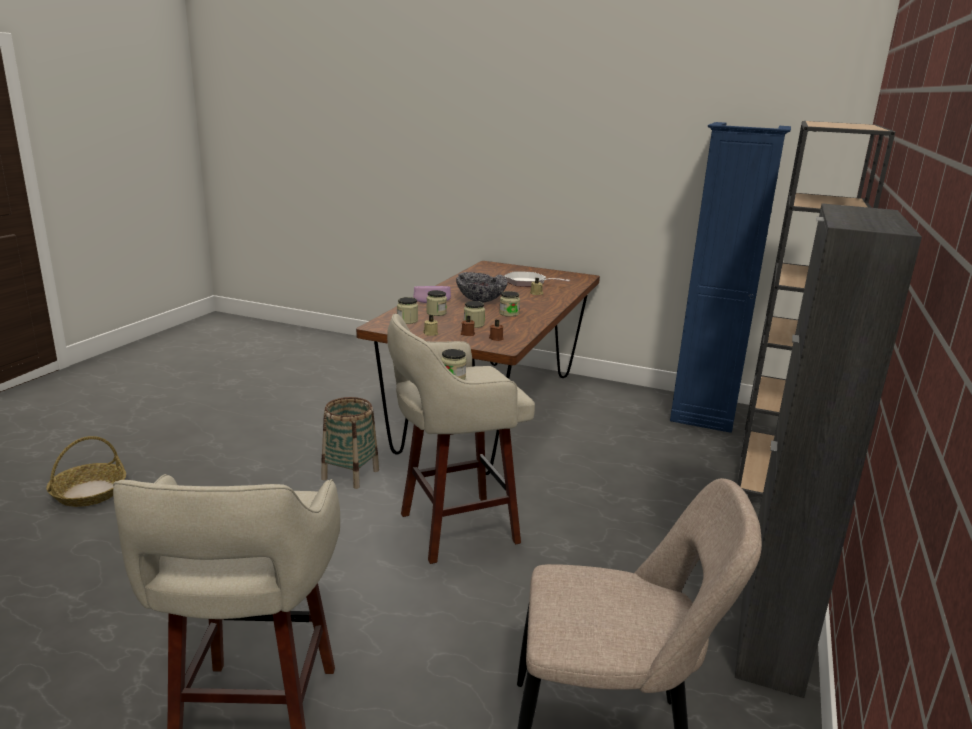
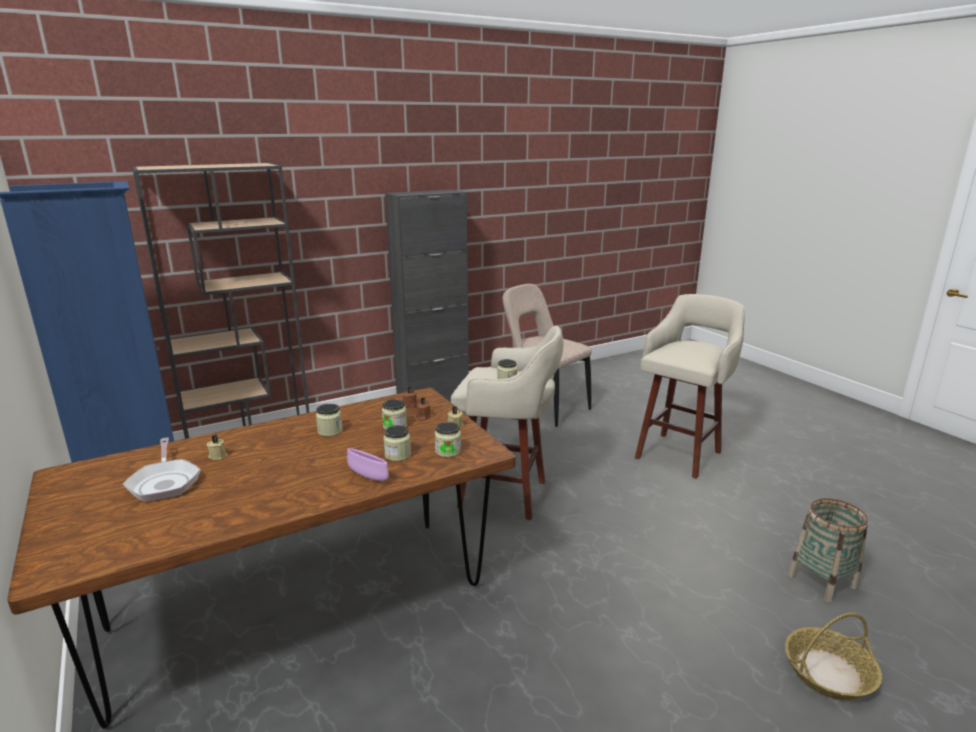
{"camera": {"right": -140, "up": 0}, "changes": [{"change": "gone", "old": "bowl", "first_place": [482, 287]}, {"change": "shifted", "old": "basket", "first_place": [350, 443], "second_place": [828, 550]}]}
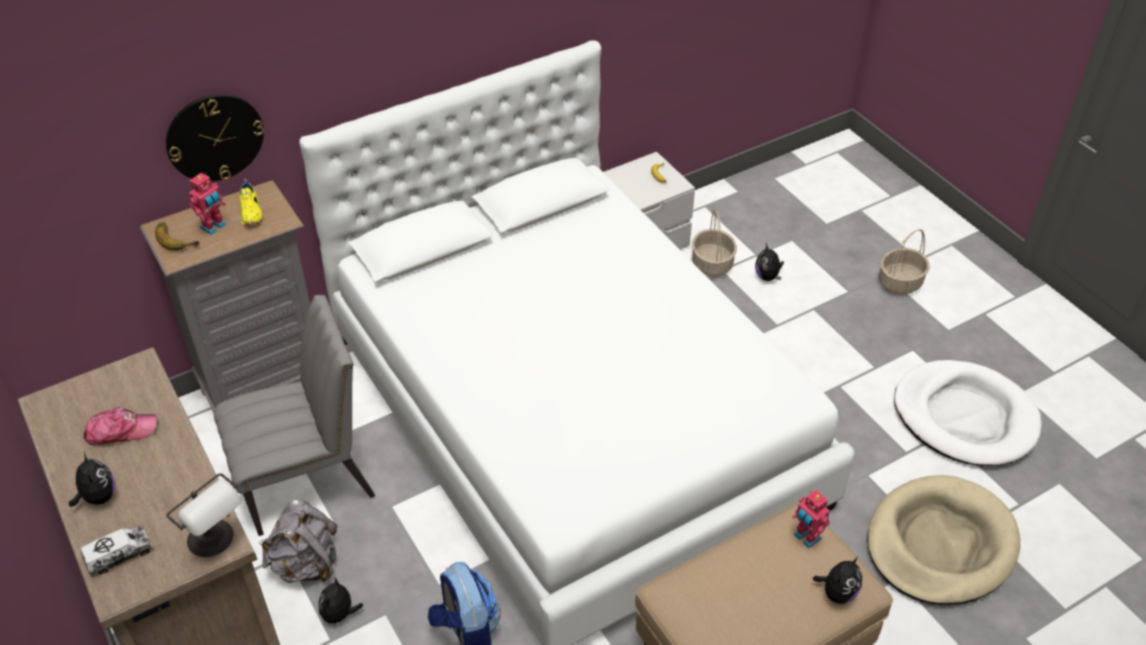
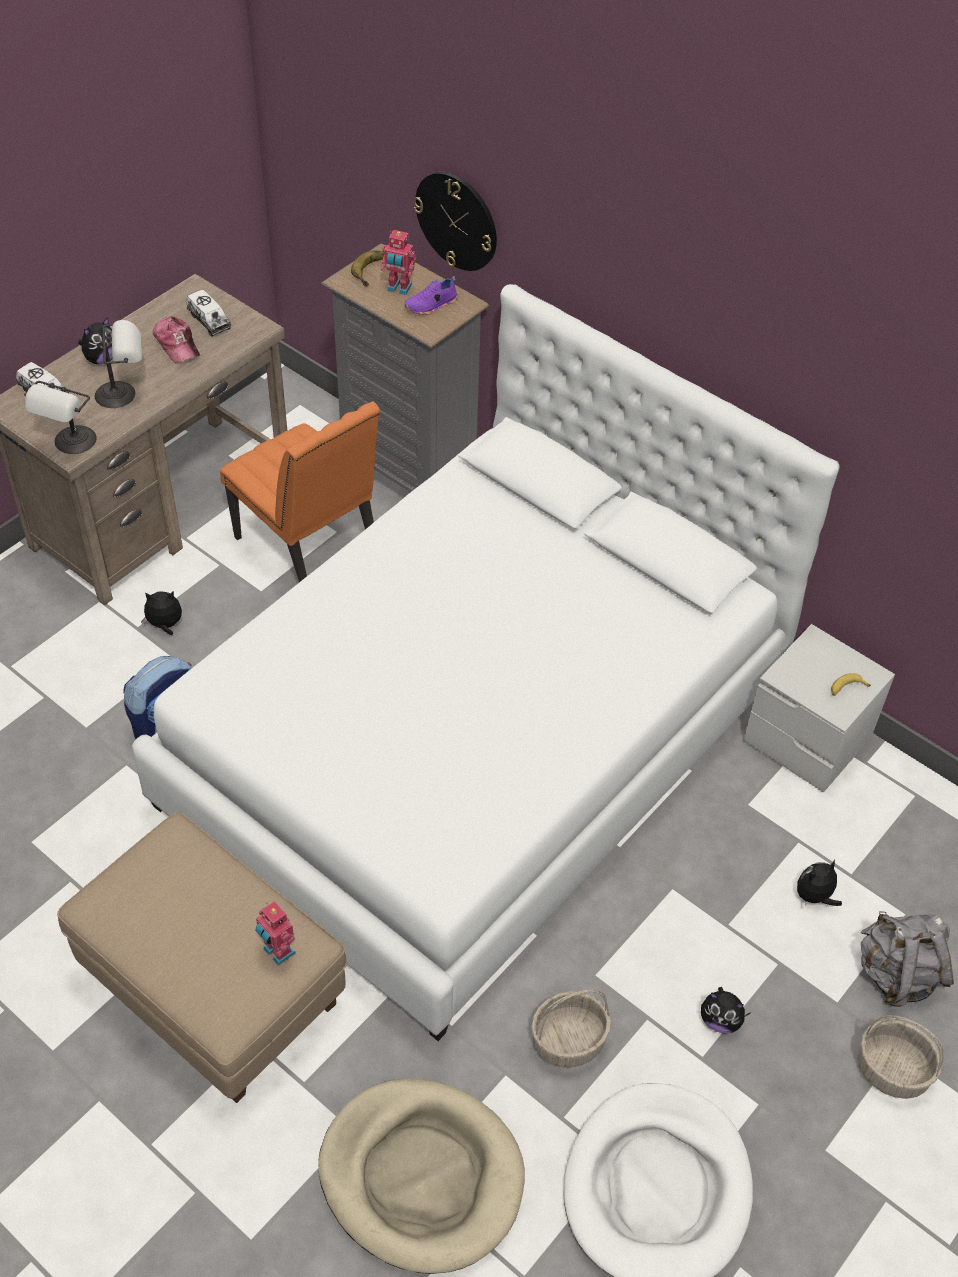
{"camera": {"right": 70, "up": 5}, "changes": [{"change": "repainted", "old": "shoe in yellow", "new": "shoe in purple", "first_place": [251, 202], "second_place": [431, 295]}, {"change": "shifted", "old": "basket", "first_place": [714, 242], "second_place": [571, 1028]}, {"change": "repainted", "old": "chair in grey", "new": "chair in orange", "first_place": [294, 415], "second_place": [300, 491]}, {"change": "rotated", "old": "toy robot", "first_place": [811, 519], "second_place": [275, 933], "degrees": -75}, {"change": "shifted", "old": "backpack in grey", "first_place": [298, 541], "second_place": [907, 959]}, {"change": "shifted", "old": "plush toy", "first_place": [837, 580], "second_place": [726, 1010]}, {"change": "new", "new": "toy truck", "second_place": [208, 313]}, {"change": "new", "new": "table lamp", "second_place": [118, 364]}]}
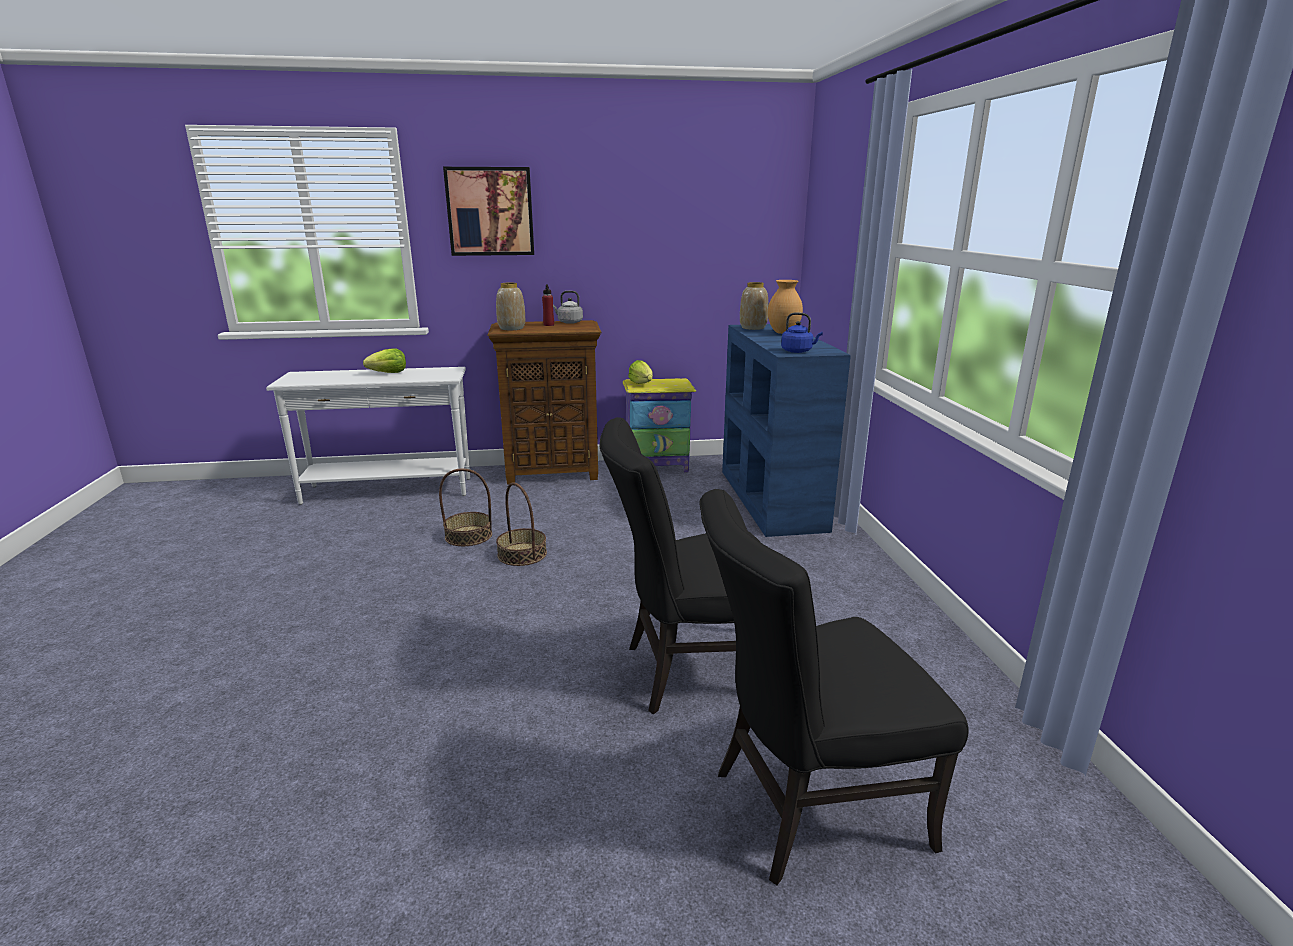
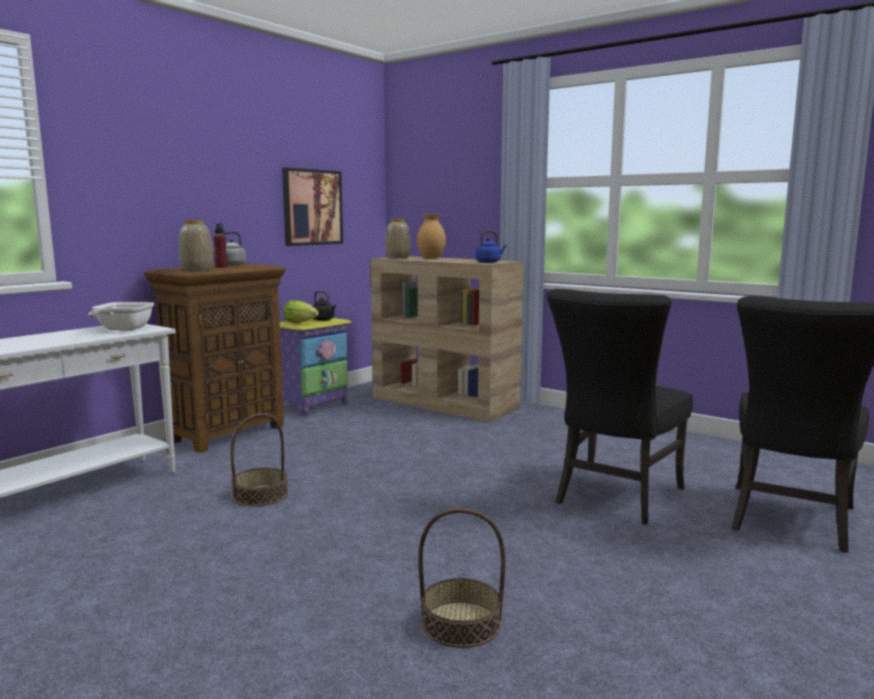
{"camera": {"right": -45, "up": -10}, "changes": [{"change": "shifted", "old": "picture", "first_place": [488, 211], "second_place": [312, 207]}, {"change": "repainted", "old": "bookcase in blue", "new": "bookcase in brown", "first_place": [786, 430], "second_place": [447, 339]}, {"change": "gone", "old": "lettuce", "first_place": [384, 361]}, {"change": "shifted", "old": "basket", "first_place": [521, 524], "second_place": [462, 578]}, {"change": "new", "new": "kettle in black", "second_place": [324, 306]}, {"change": "new", "new": "frying pan", "second_place": [121, 316]}]}
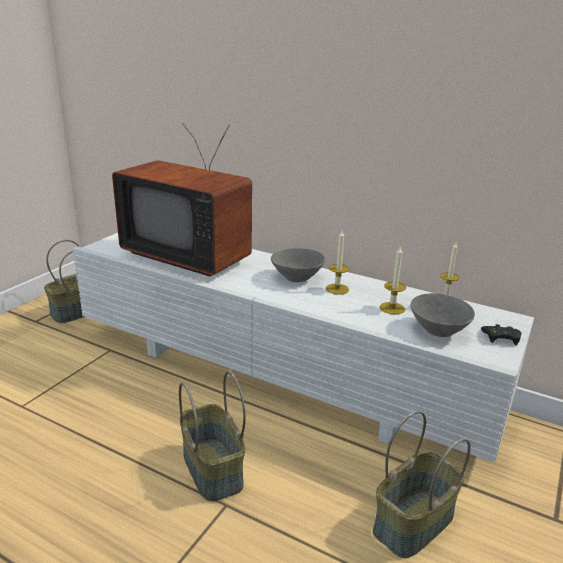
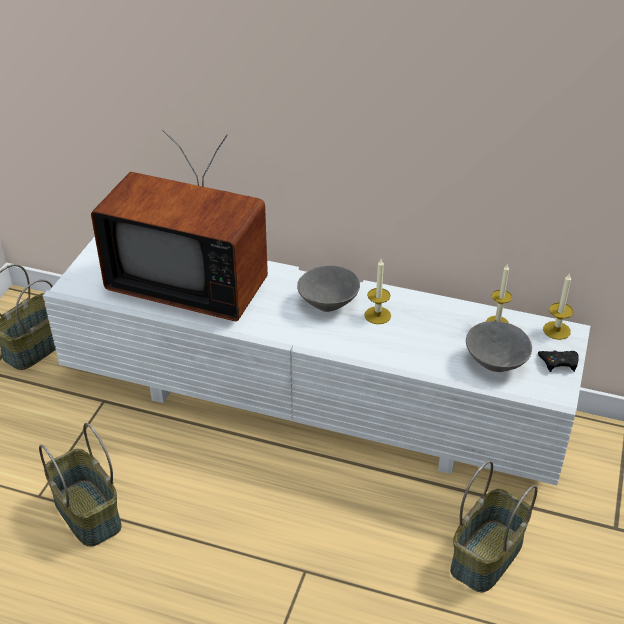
{"camera": {"right": -10, "up": 15}, "changes": [{"change": "shifted", "old": "candle", "first_place": [393, 280], "second_place": [558, 306]}, {"change": "shifted", "old": "basket", "first_place": [212, 436], "second_place": [80, 485]}]}
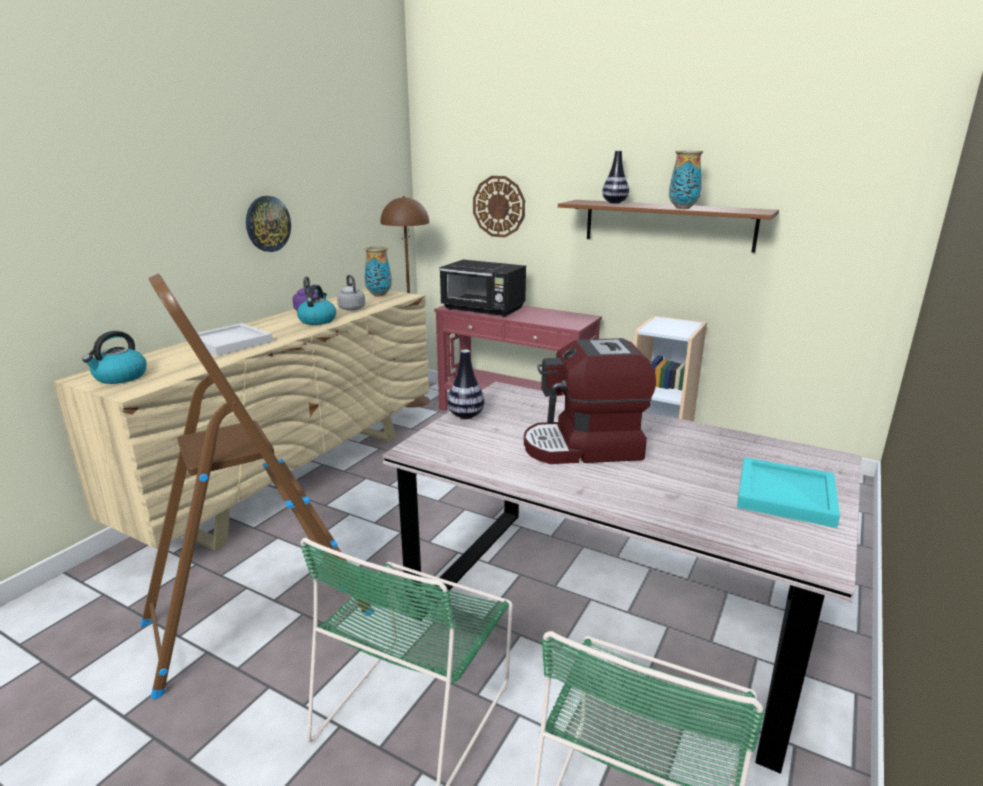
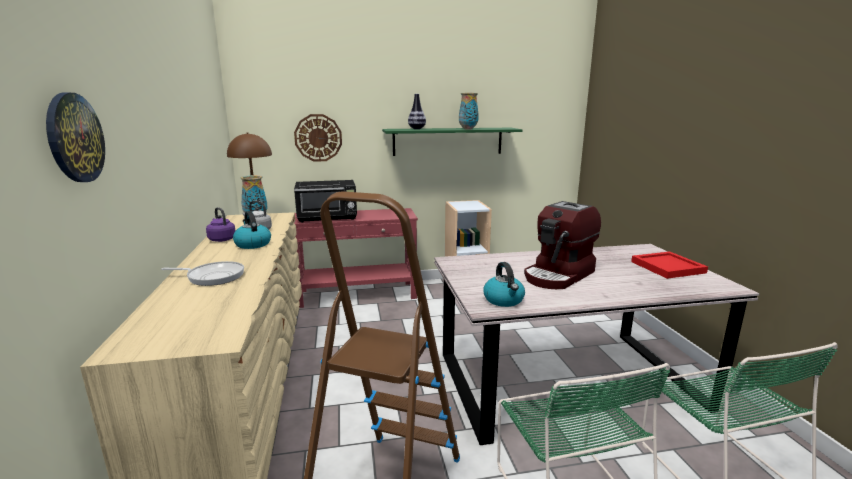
{"camera": {"right": -40, "up": -5}, "changes": [{"change": "shifted", "old": "wall clock", "first_place": [268, 224], "second_place": [75, 137]}, {"change": "repainted", "old": "shelf in brown", "new": "shelf in green", "first_place": [668, 226], "second_place": [452, 142]}, {"change": "swapped", "old": "tray in white", "new": "frying pan", "first_place": [235, 339], "second_place": [202, 273]}, {"change": "shifted", "old": "kettle", "first_place": [114, 357], "second_place": [504, 284]}, {"change": "gone", "old": "vase", "first_place": [466, 384]}, {"change": "repainted", "old": "tray in turquoise", "new": "tray in red", "first_place": [788, 492], "second_place": [669, 265]}]}
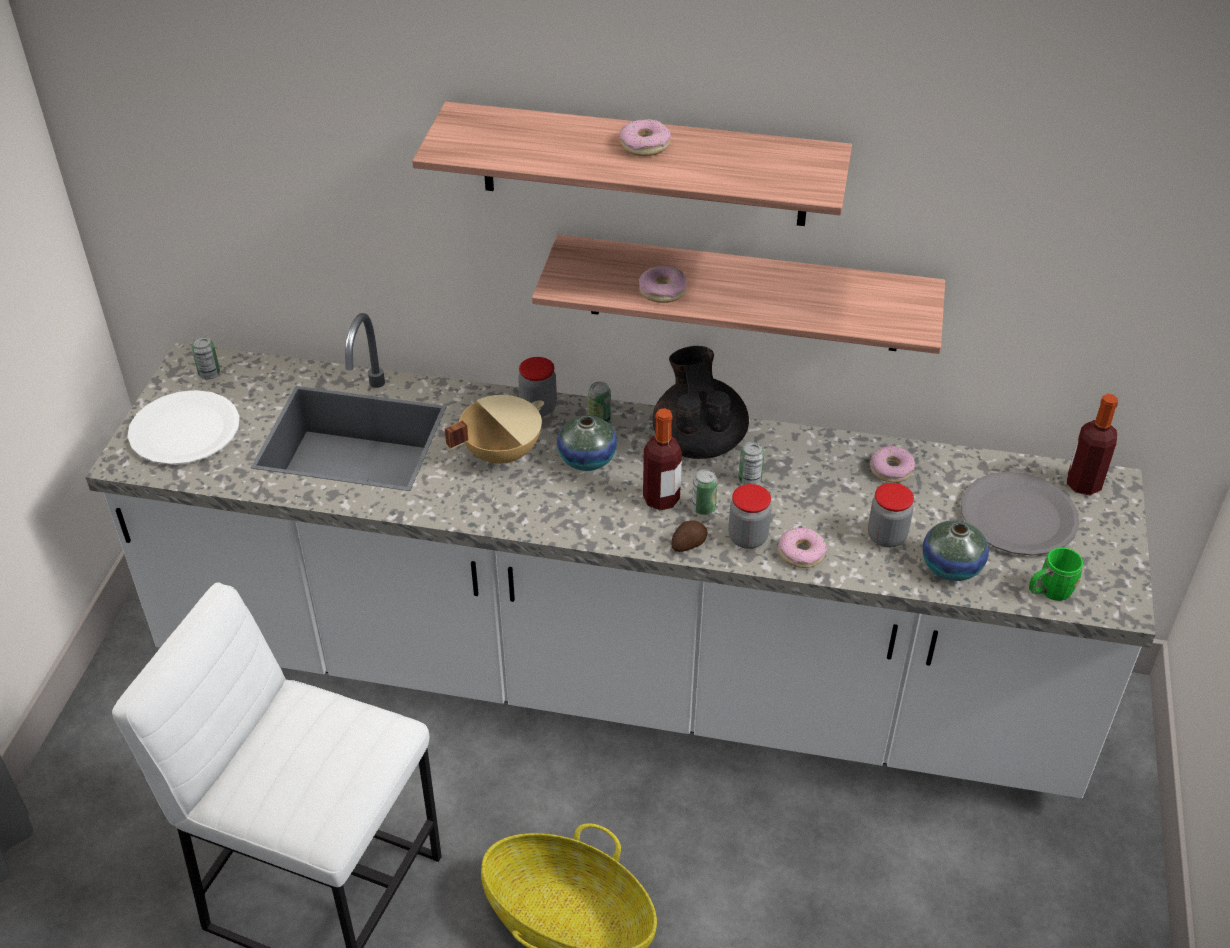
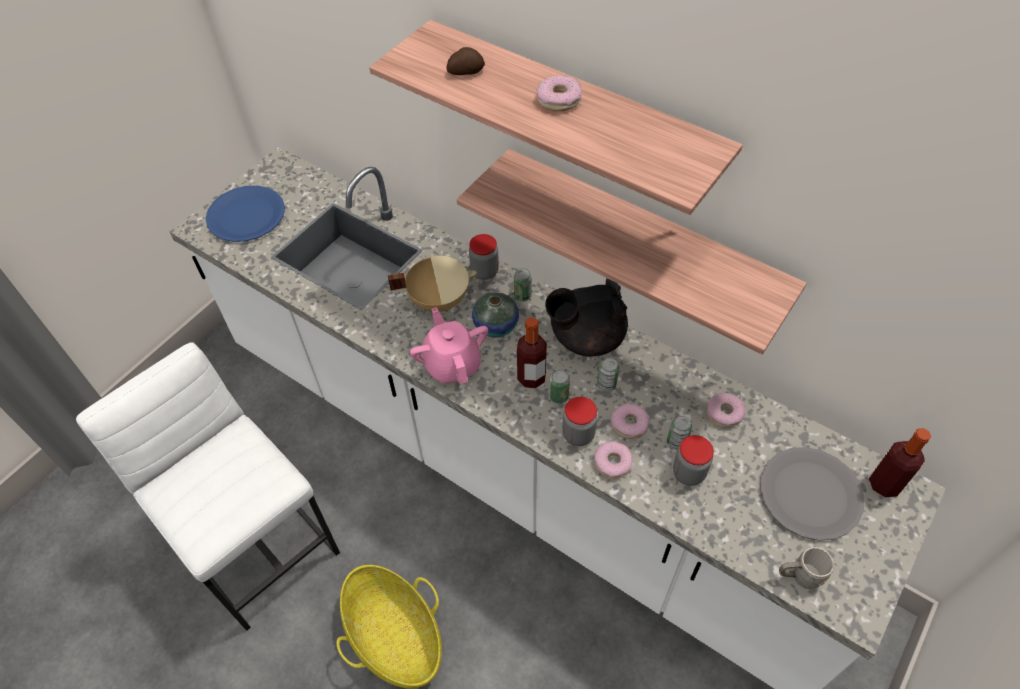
{"camera": {"right": 25, "up": 10}, "changes": [{"change": "shifted", "old": "donut", "first_place": [663, 284], "second_place": [630, 421]}, {"change": "shifted", "old": "can", "first_place": [205, 357], "second_place": [679, 433]}, {"change": "rotated", "old": "teapot in black", "first_place": [700, 402], "second_place": [586, 317], "degrees": -120}, {"change": "repainted", "old": "plate in white", "new": "plate in blue", "first_place": [183, 427], "second_place": [245, 213]}, {"change": "shifted", "old": "potato", "first_place": [690, 536], "second_place": [466, 61]}, {"change": "gone", "old": "vase", "first_place": [955, 550]}, {"change": "repainted", "old": "mug in green", "new": "mug in grey", "first_place": [1056, 574], "second_place": [806, 568]}, {"change": "new", "new": "teapot in pink", "second_place": [449, 345]}]}
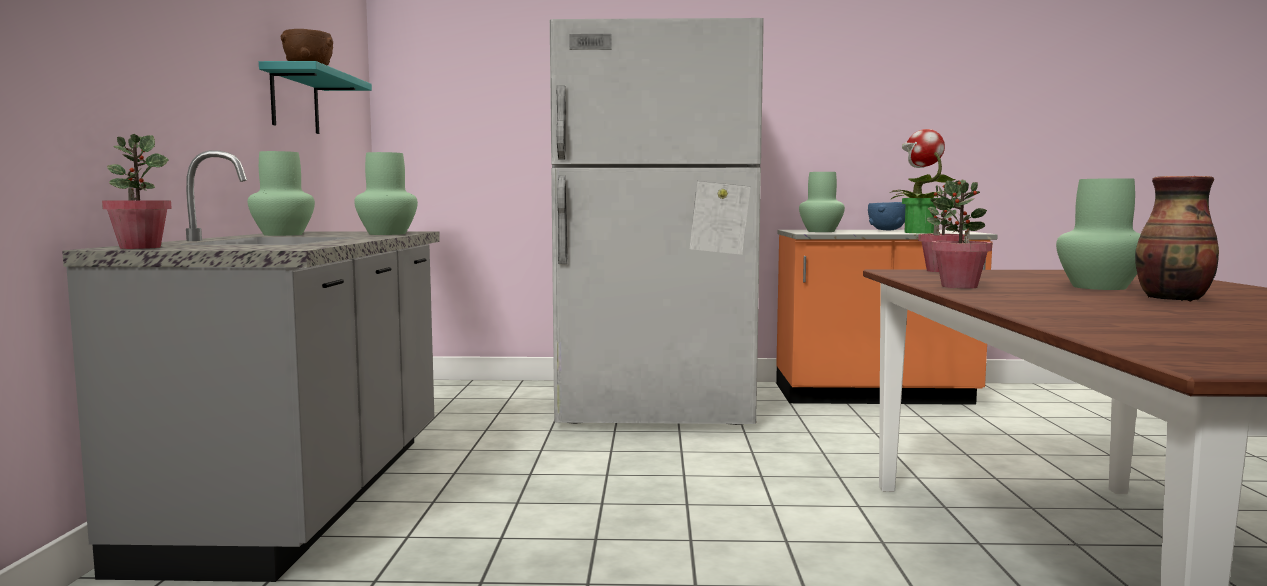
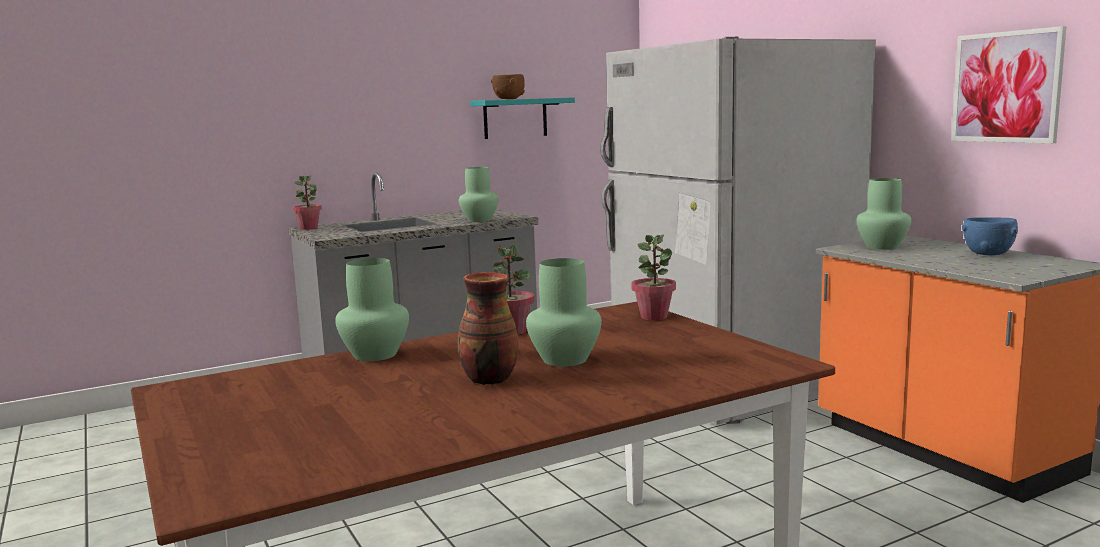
{"camera": {"right": 60, "up": 5}, "changes": [{"change": "gone", "old": "potted plant", "first_place": [923, 181]}, {"change": "shifted", "old": "vase in green", "first_place": [281, 193], "second_place": [372, 309]}, {"change": "new", "new": "picture", "second_place": [1008, 84]}]}
